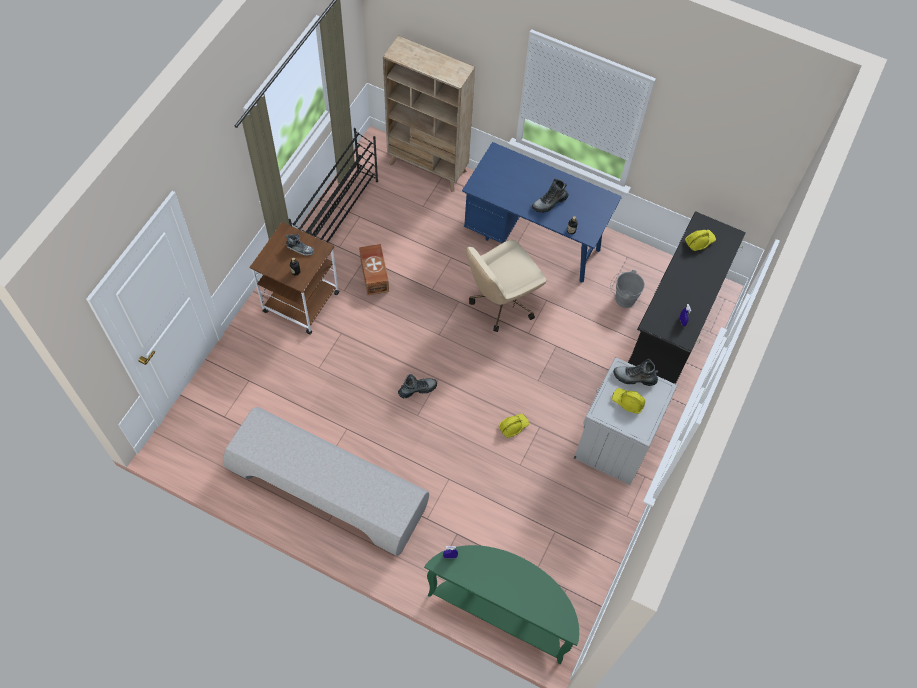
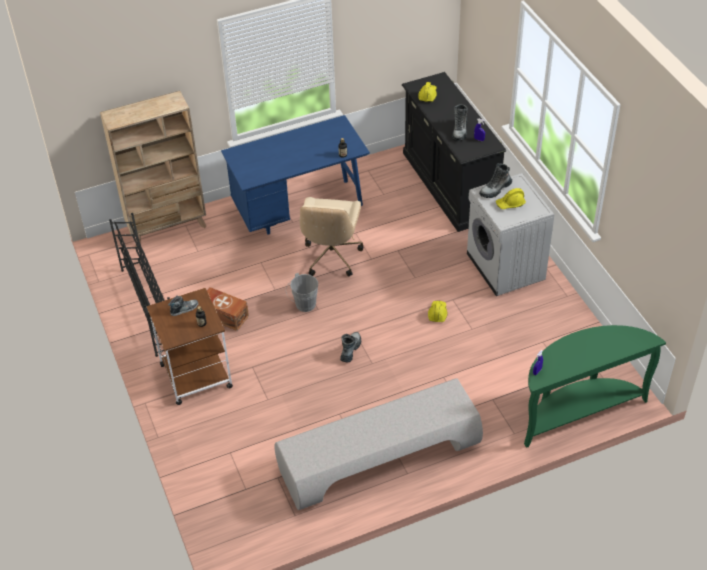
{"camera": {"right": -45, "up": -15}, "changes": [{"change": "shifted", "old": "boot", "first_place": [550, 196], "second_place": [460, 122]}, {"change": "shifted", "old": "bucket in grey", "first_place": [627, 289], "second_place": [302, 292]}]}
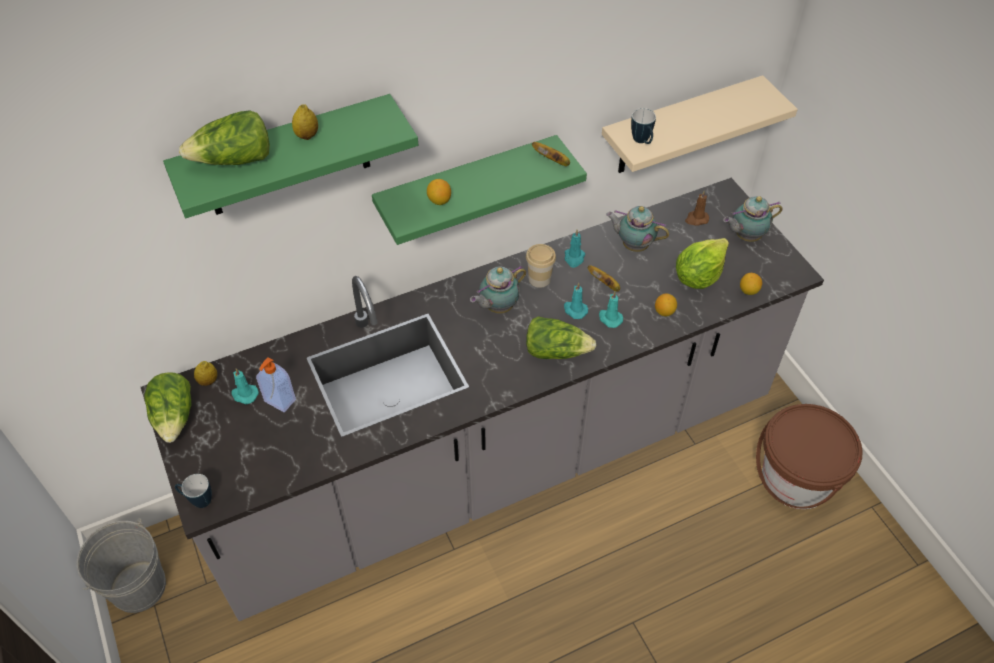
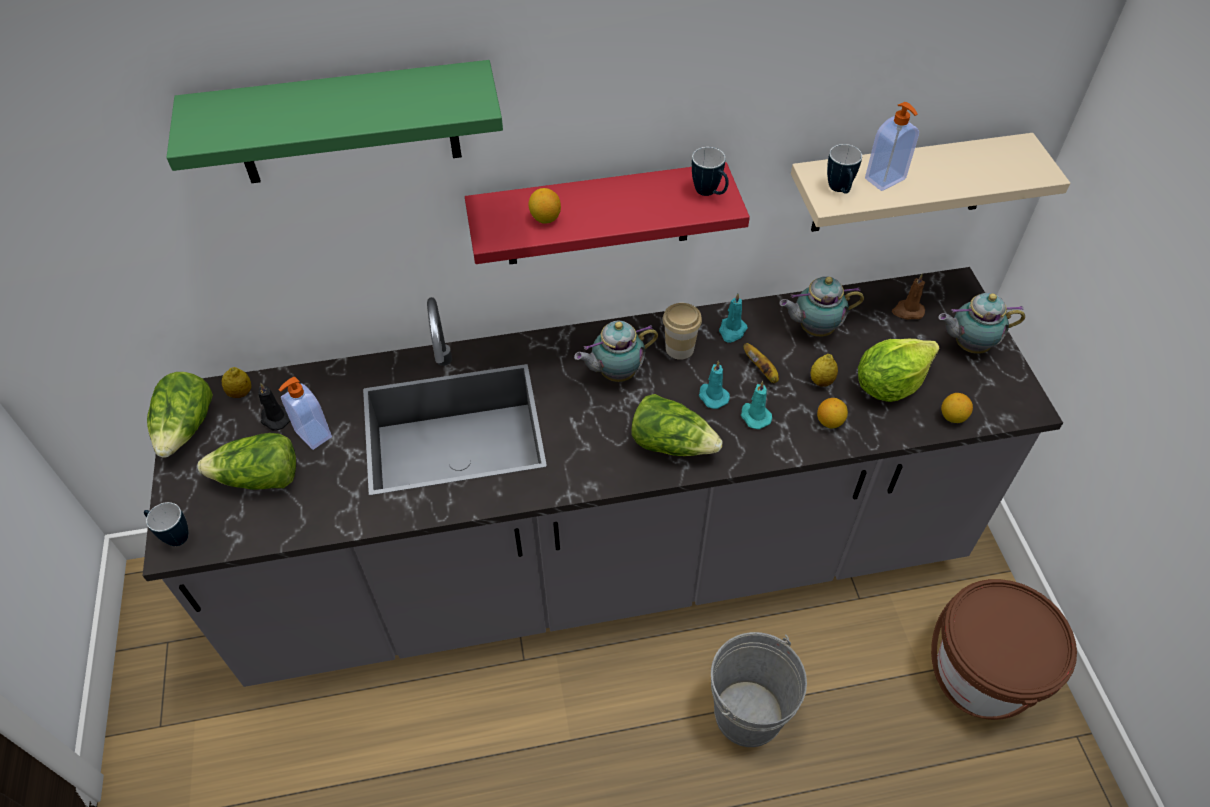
{"camera": {"right": 15, "up": 0}, "changes": [{"change": "shifted", "old": "lemon", "first_place": [305, 122], "second_place": [824, 370]}, {"change": "shifted", "old": "lettuce", "first_place": [224, 137], "second_place": [247, 461]}, {"change": "repainted", "old": "shelf in green", "new": "shelf in red", "first_place": [479, 190], "second_place": [607, 213]}, {"change": "swapped", "old": "banana", "new": "mug", "first_place": [551, 154], "second_place": [710, 171]}, {"change": "rotated", "old": "teapot", "first_place": [637, 229], "second_place": [821, 306], "degrees": -45}, {"change": "repainted", "old": "candle in turquoise", "new": "candle in black", "first_place": [245, 386], "second_place": [274, 406]}, {"change": "shifted", "old": "bucket in grey", "first_place": [121, 565], "second_place": [759, 689]}, {"change": "new", "new": "soap dispenser", "second_place": [892, 146]}]}
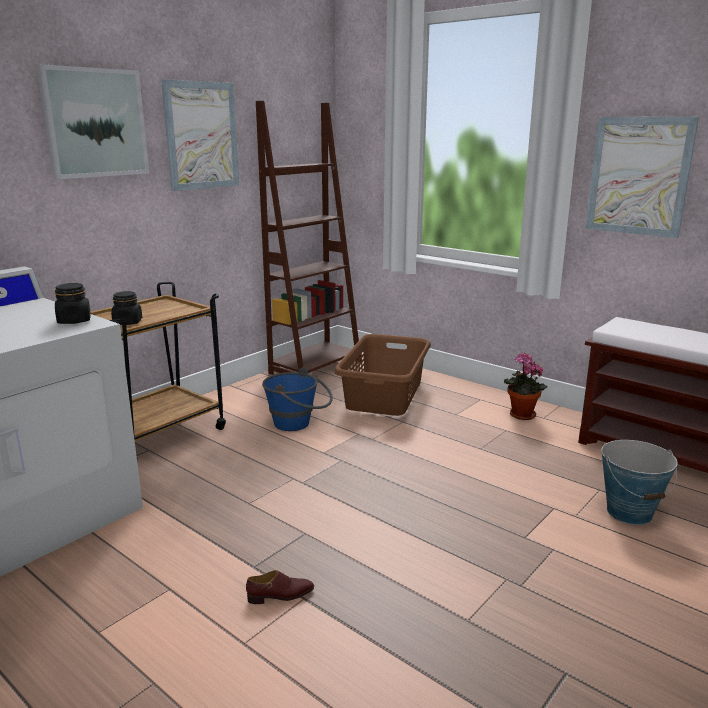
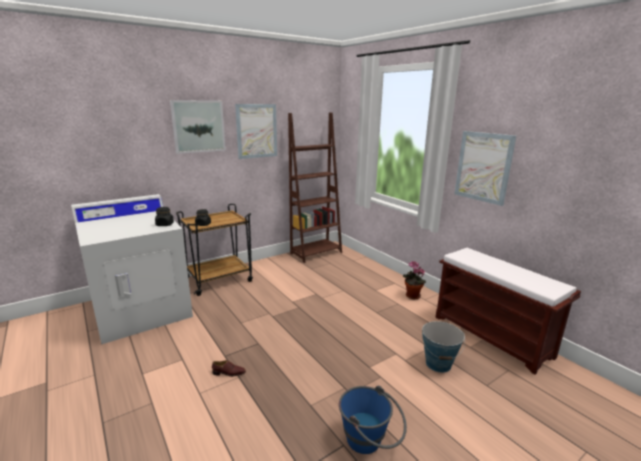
{"camera": {"right": 15, "up": 0}, "changes": [{"change": "gone", "old": "laundry basket in brown", "first_place": [382, 375]}, {"change": "shifted", "old": "bucket in blue", "first_place": [297, 399], "second_place": [373, 419]}]}
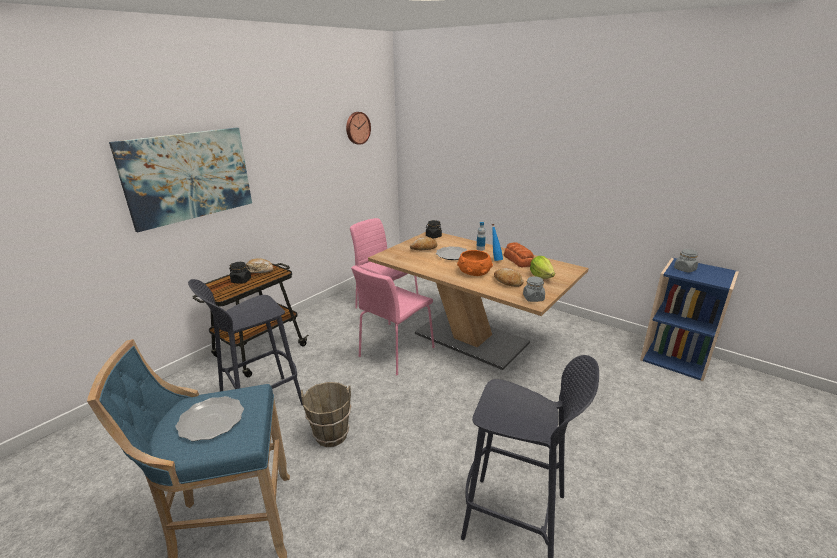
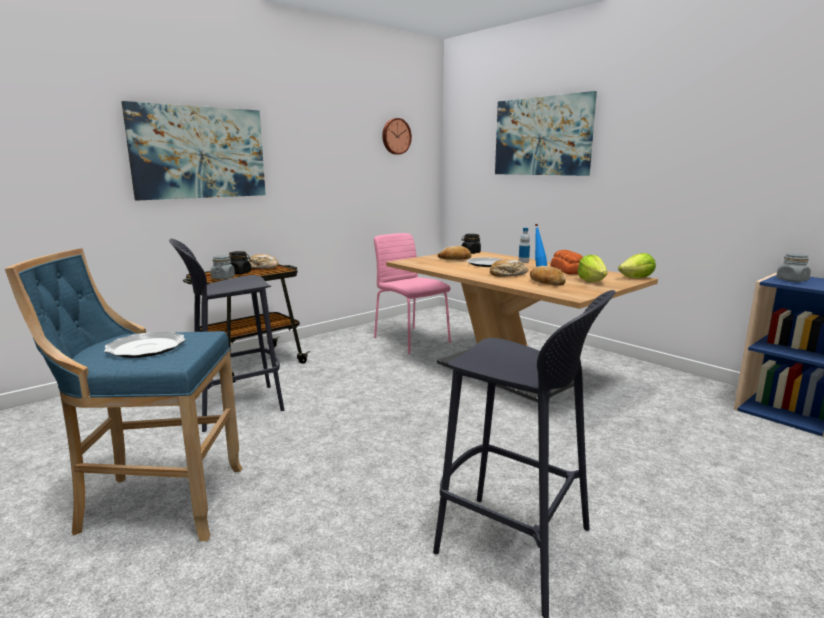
{"camera": {"right": 10, "up": -10}, "changes": [{"change": "swapped", "old": "bowl in orange", "new": "bread", "first_place": [475, 263], "second_place": [509, 268]}, {"change": "gone", "old": "chair in pink", "first_place": [393, 320]}, {"change": "shifted", "old": "jar in grey", "first_place": [534, 289], "second_place": [222, 267]}, {"change": "gone", "old": "bucket in brown", "first_place": [326, 414]}, {"change": "new", "new": "picture", "second_place": [546, 133]}, {"change": "new", "new": "lettuce", "second_place": [637, 265]}]}
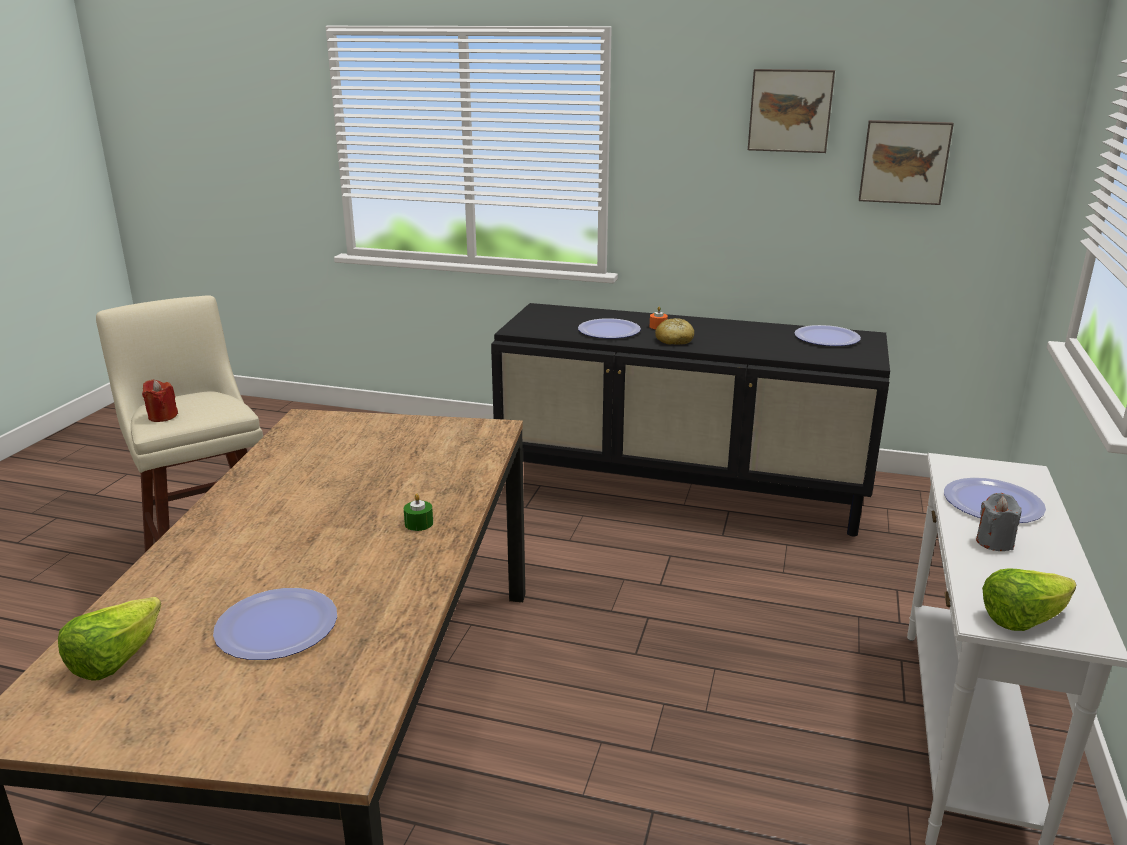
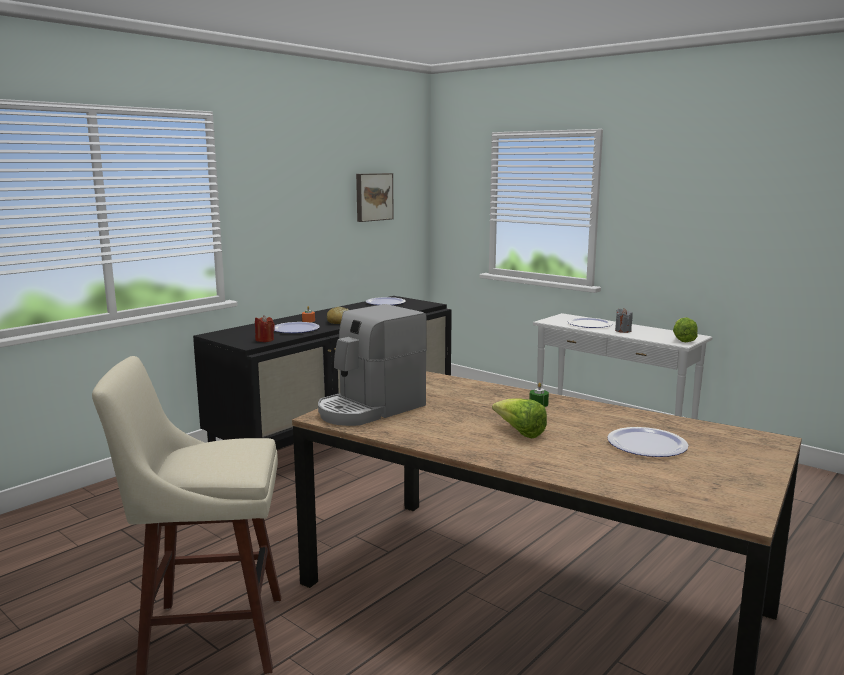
{"camera": {"right": -65, "up": -10}, "changes": [{"change": "gone", "old": "picture", "first_place": [791, 111]}, {"change": "shifted", "old": "candle in red", "first_place": [160, 401], "second_place": [265, 328]}, {"change": "shifted", "old": "lettuce", "first_place": [109, 639], "second_place": [519, 418]}, {"change": "new", "new": "coffee machine", "second_place": [372, 365]}]}
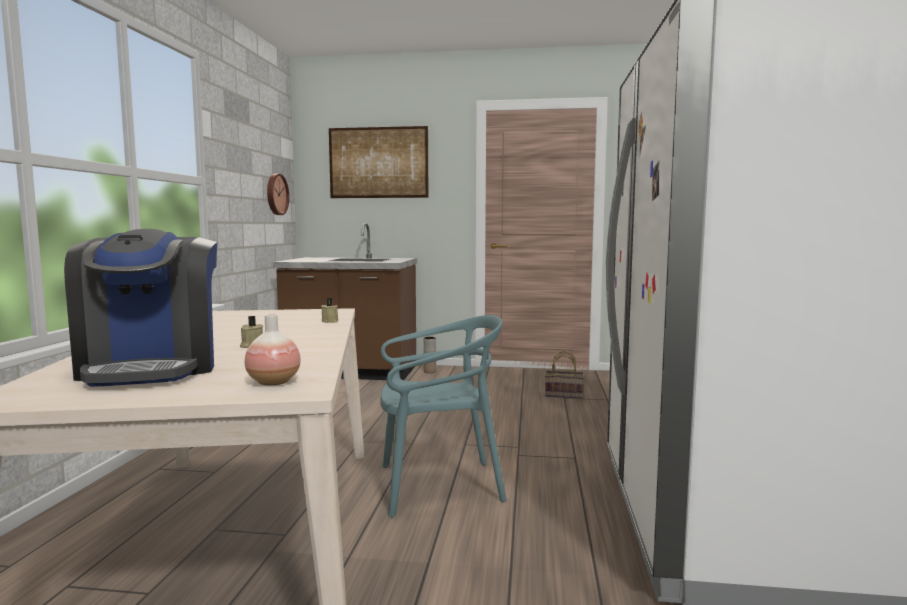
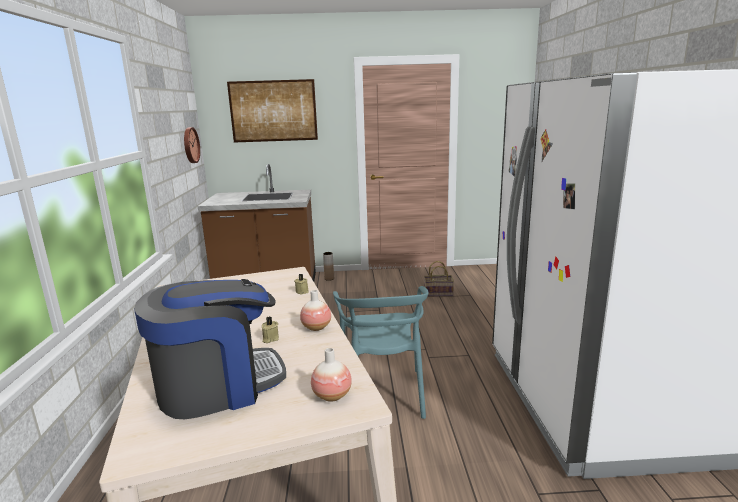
{"camera": {"right": -10, "up": 10}, "changes": [{"change": "rotated", "old": "coffee machine", "first_place": [140, 308], "second_place": [210, 349], "degrees": -90}, {"change": "rotated", "old": "chair in turquoise", "first_place": [443, 416], "second_place": [381, 352], "degrees": 105}, {"change": "new", "new": "vase", "second_place": [315, 310]}]}
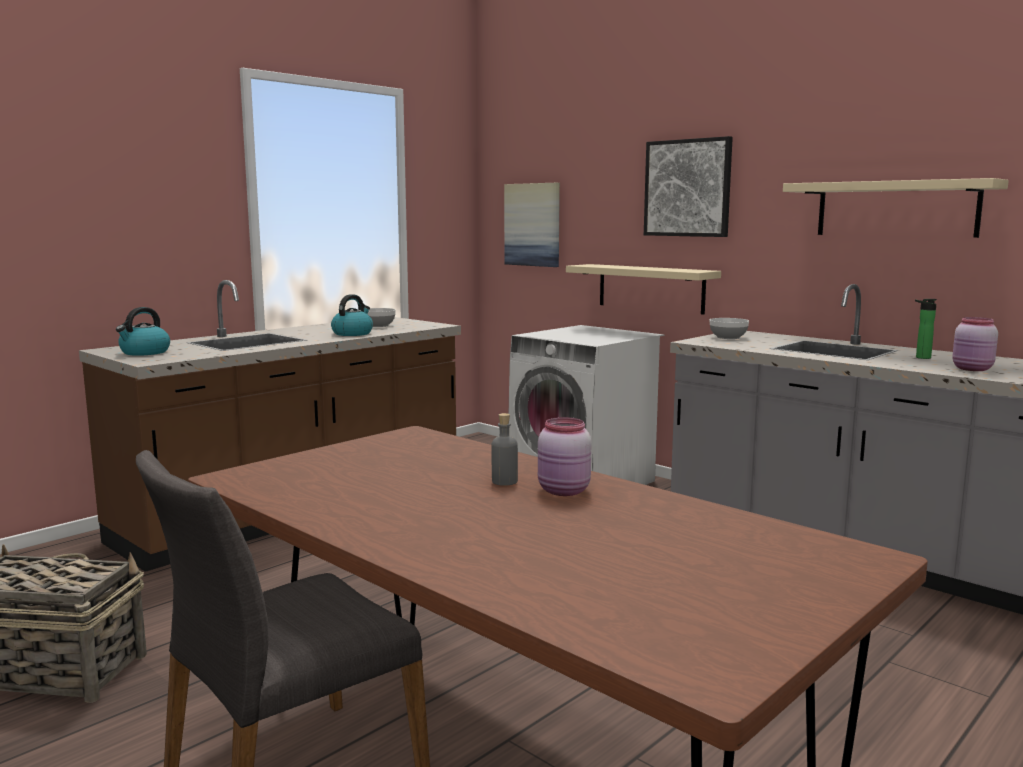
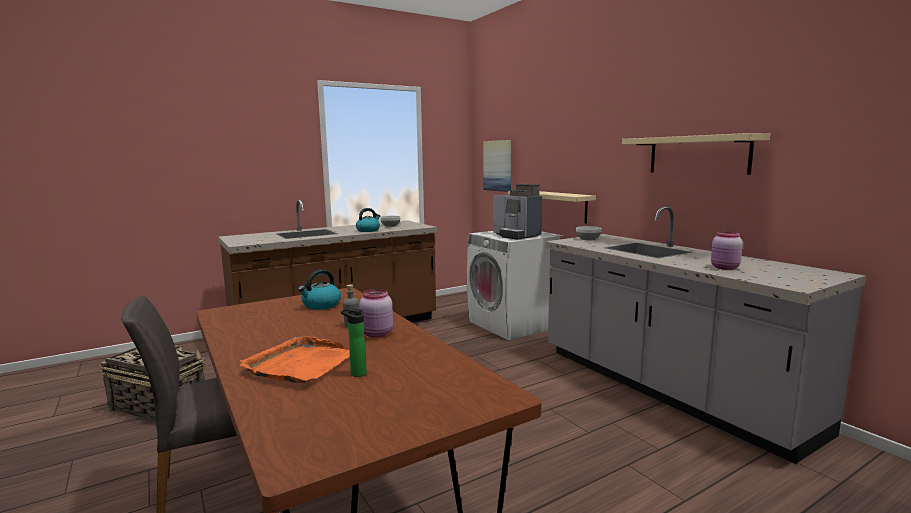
{"camera": {"right": 15, "up": 0}, "changes": [{"change": "gone", "old": "picture", "first_place": [688, 186]}, {"change": "shifted", "old": "bottle", "first_place": [926, 329], "second_place": [354, 343]}, {"change": "shifted", "old": "kettle", "first_place": [143, 331], "second_place": [319, 289]}, {"change": "new", "new": "coffee machine", "second_place": [517, 212]}, {"change": "new", "new": "tray in orange", "second_place": [295, 359]}]}
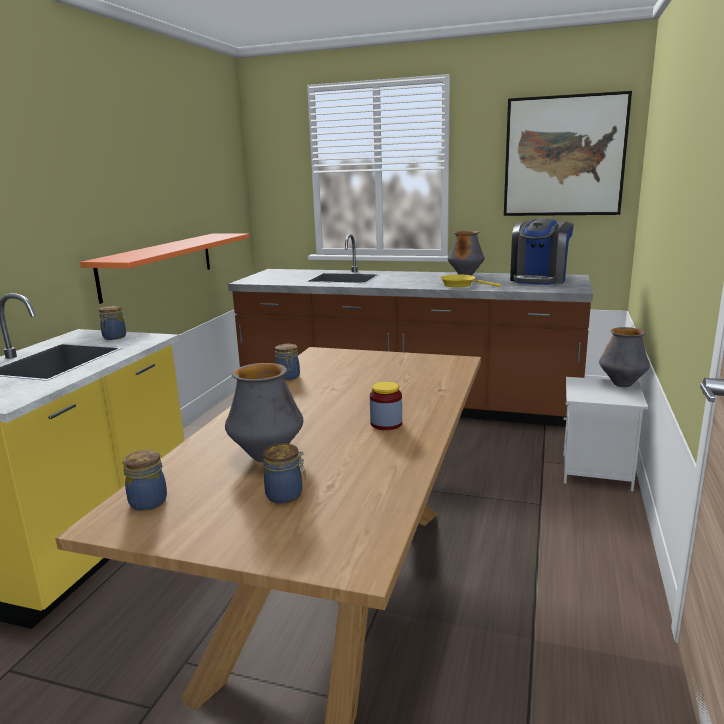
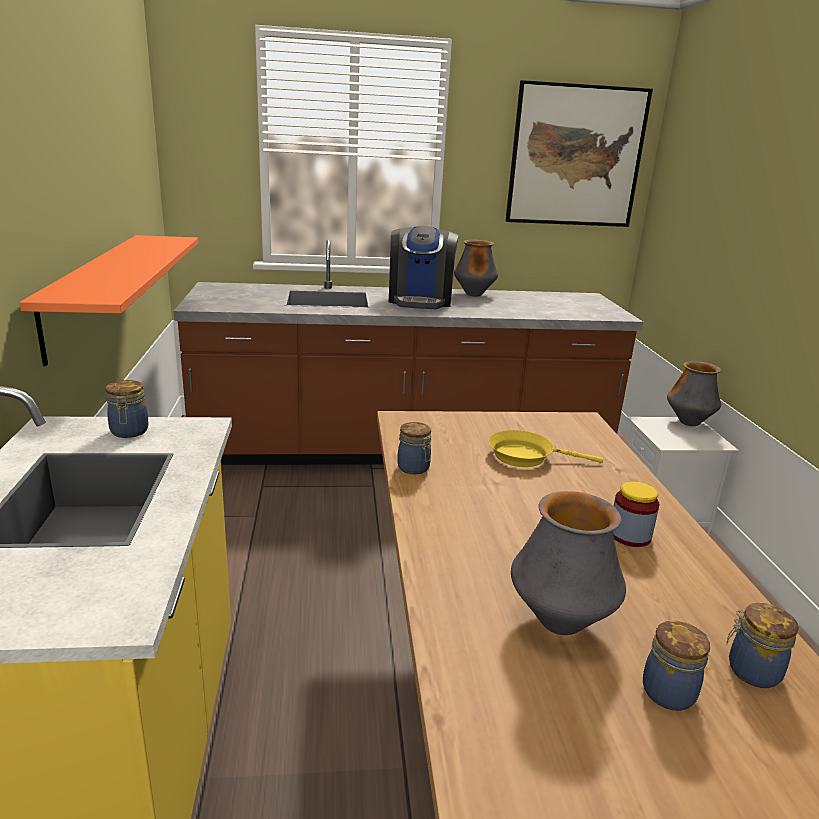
{"camera": {"right": -25, "up": 5}, "changes": [{"change": "shifted", "old": "coffee machine", "first_place": [542, 251], "second_place": [423, 267]}, {"change": "shifted", "old": "frying pan in yellow", "first_place": [470, 281], "second_place": [545, 448]}, {"change": "shifted", "old": "jar", "first_place": [145, 480], "second_place": [762, 645]}]}
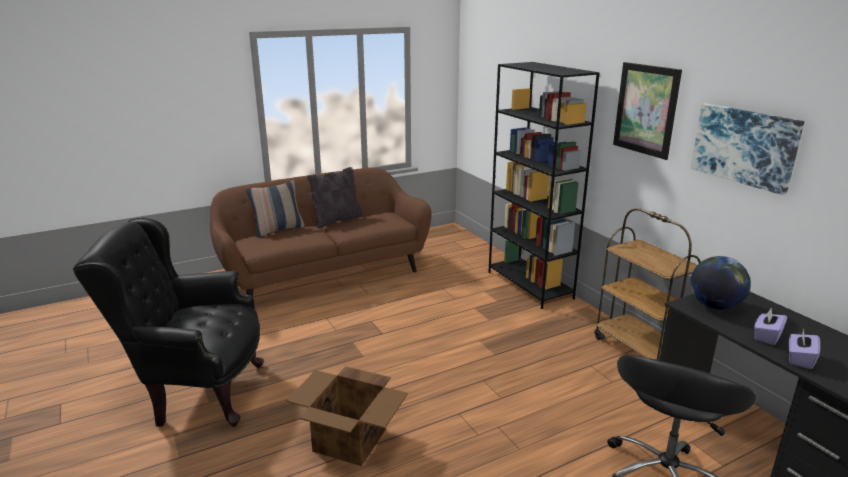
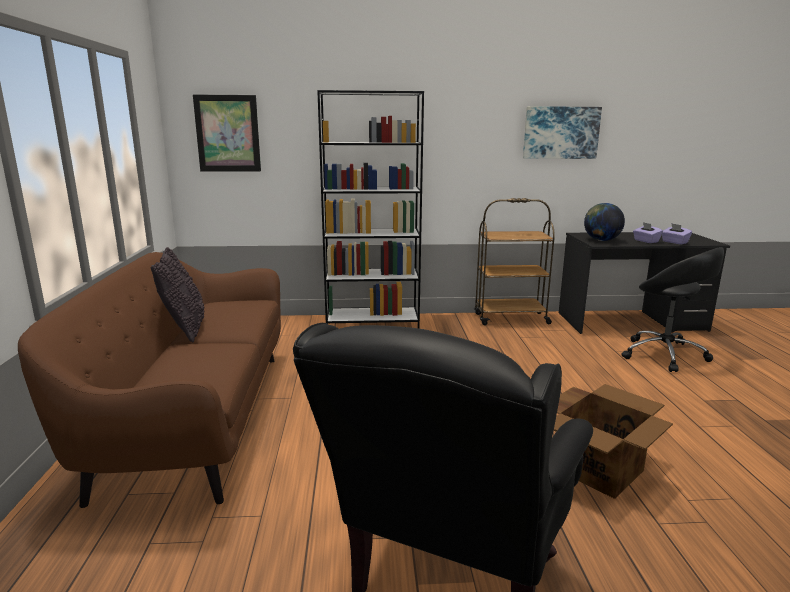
{"camera": {"right": -65, "up": -5}, "changes": [{"change": "repainted", "old": "bookcase in black", "new": "bookcase in white", "first_place": [544, 185], "second_place": [370, 209]}, {"change": "shifted", "old": "picture", "first_place": [647, 111], "second_place": [227, 133]}, {"change": "gone", "old": "pillow", "first_place": [275, 208]}]}
